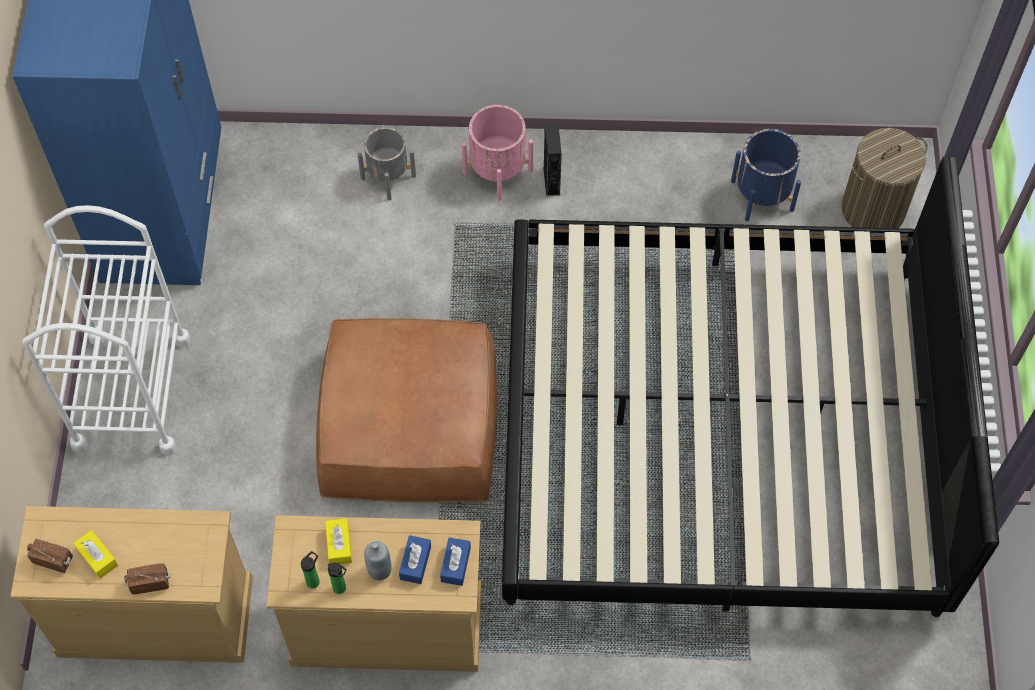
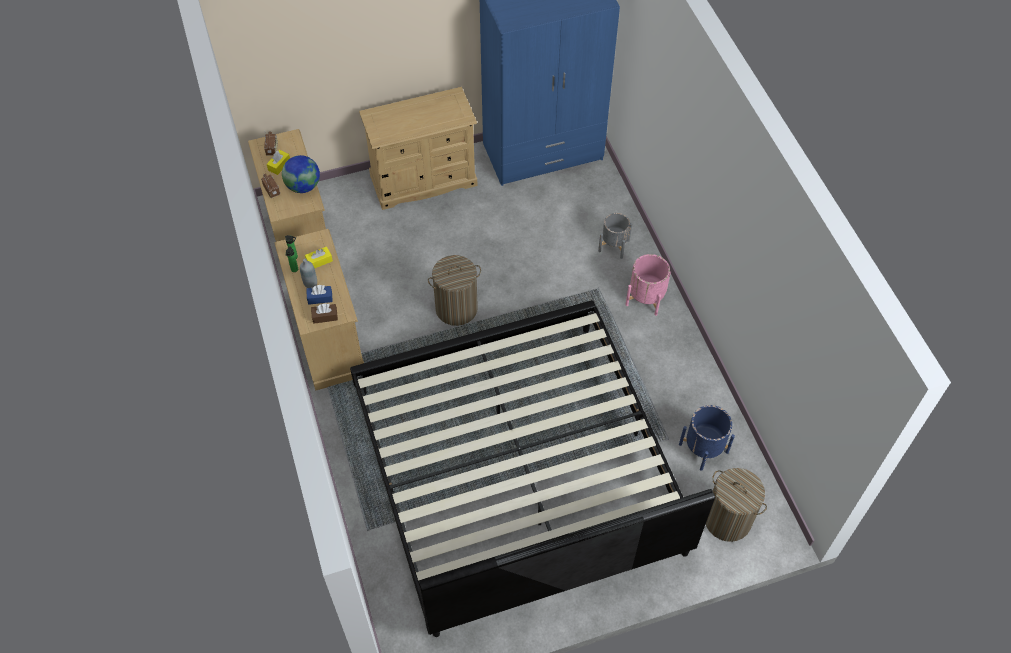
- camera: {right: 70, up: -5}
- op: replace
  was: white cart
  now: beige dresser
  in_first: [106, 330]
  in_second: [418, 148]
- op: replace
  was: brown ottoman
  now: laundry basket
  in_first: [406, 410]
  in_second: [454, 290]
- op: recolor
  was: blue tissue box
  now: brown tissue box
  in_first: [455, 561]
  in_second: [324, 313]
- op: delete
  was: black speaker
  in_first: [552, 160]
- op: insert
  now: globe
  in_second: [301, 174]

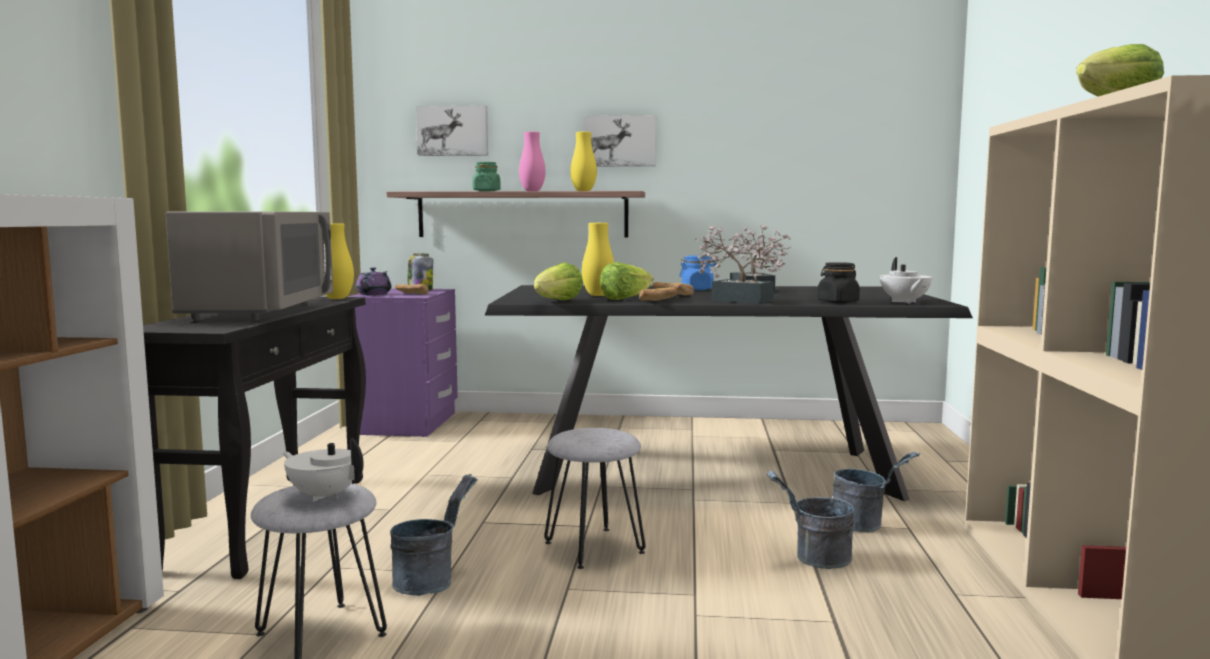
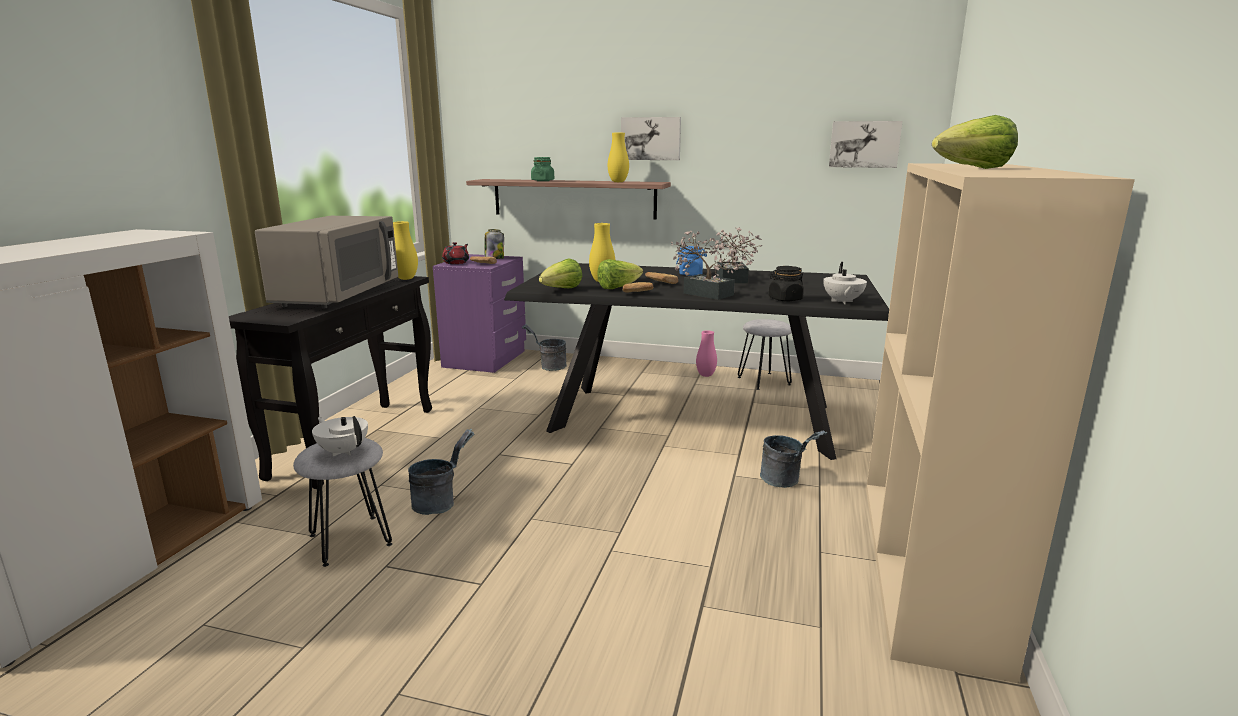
- camera: {right: 10, up: 10}
- op: recolor
  was: purple teapot
  now: red teapot
  in_first: [374, 281]
  in_second: [455, 253]
- op: move
  was: picture
  in_first: [452, 130]
  in_second: [866, 144]
- op: move
  was: pink vase
  in_first: [532, 161]
  in_second: [706, 353]
- op: move
  was: grey stool
  in_first: [594, 498]
  in_second: [765, 354]
- op: move
  was: grey bucket
  in_first: [810, 519]
  in_second: [544, 347]

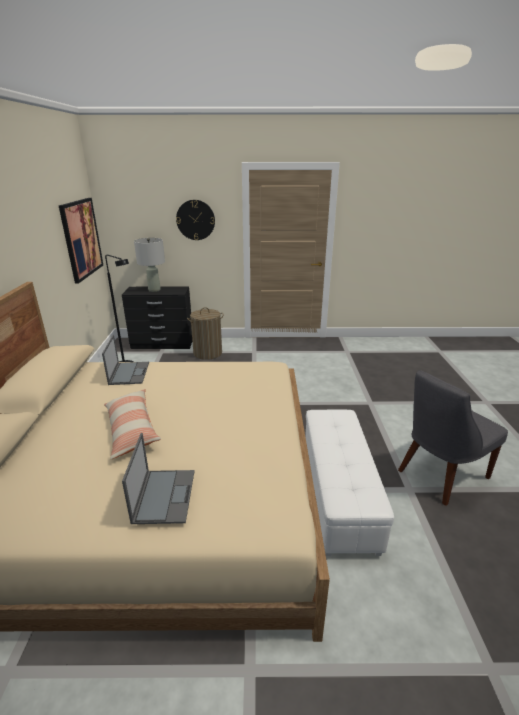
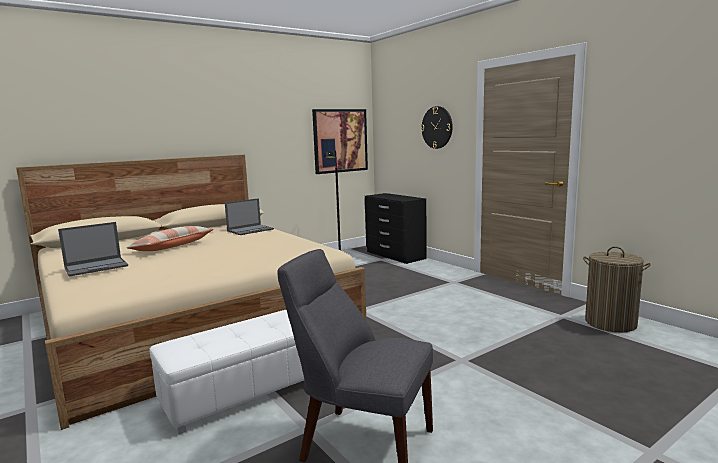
- camera: {right: 55, up: -15}
- op: delete
  was: grey table lamp
  in_first: [149, 265]
- op: move
  was: laundry basket
  in_first: [205, 333]
  in_second: [617, 289]

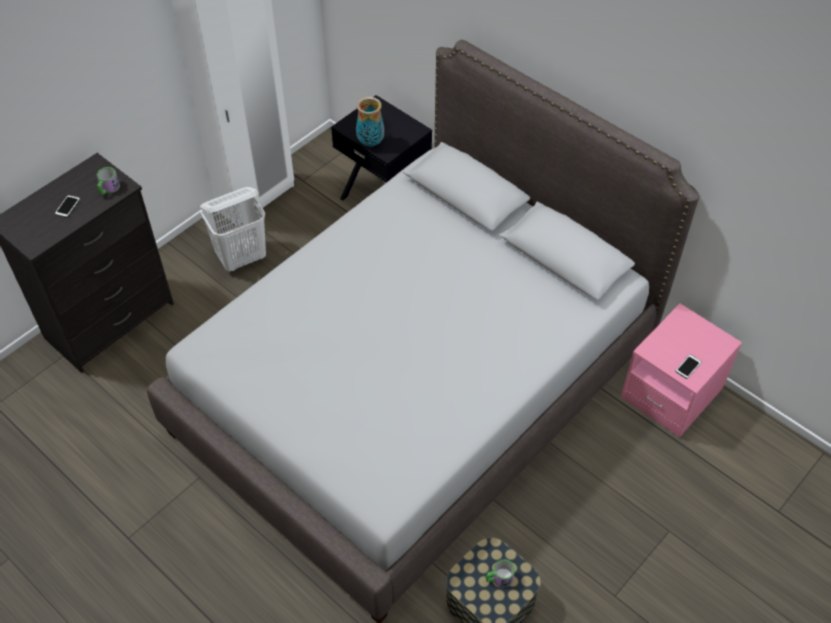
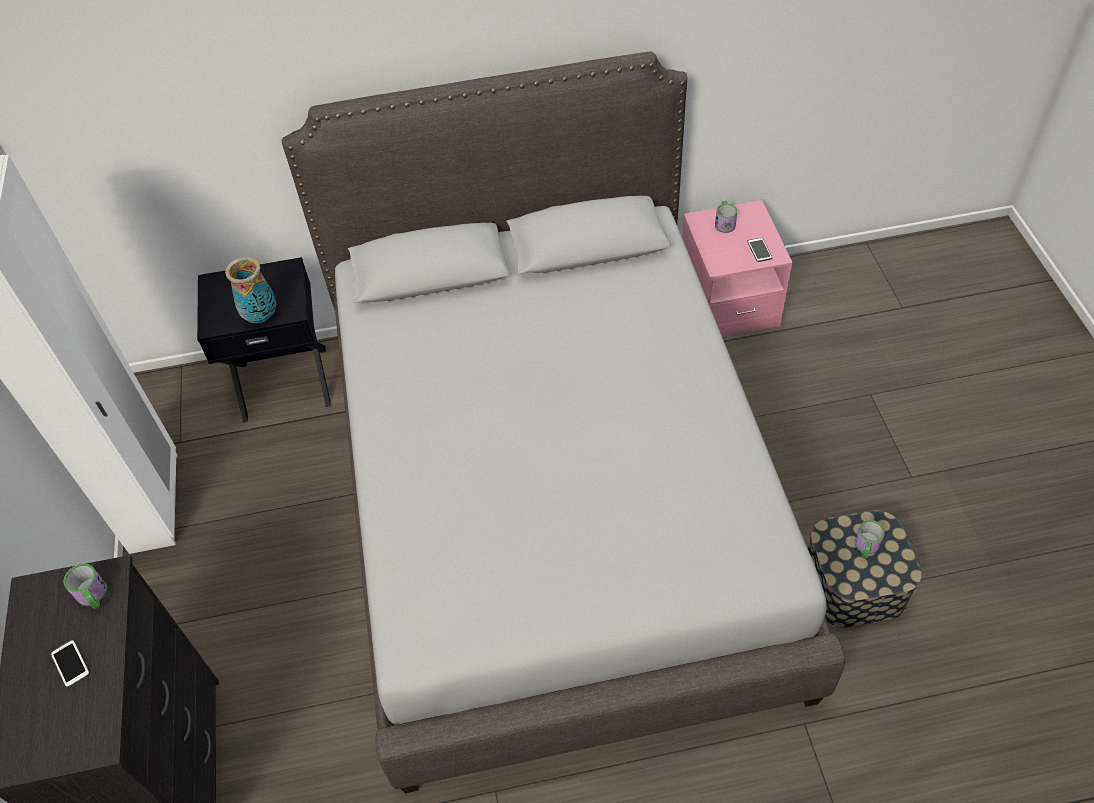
- camera: {right: -50, up: 0}
- op: delete
  was: white laundry basket
  in_first: [233, 229]
- op: insert
  now: mug
  in_second: [726, 216]

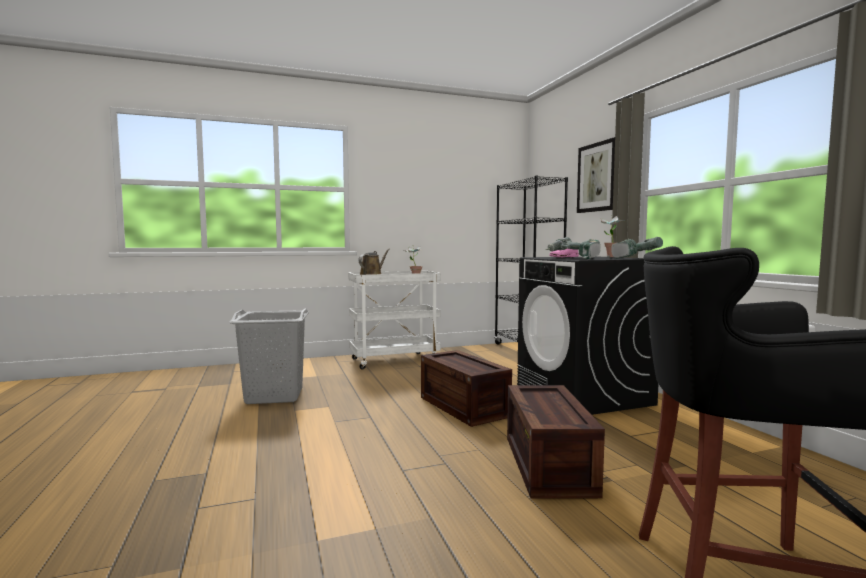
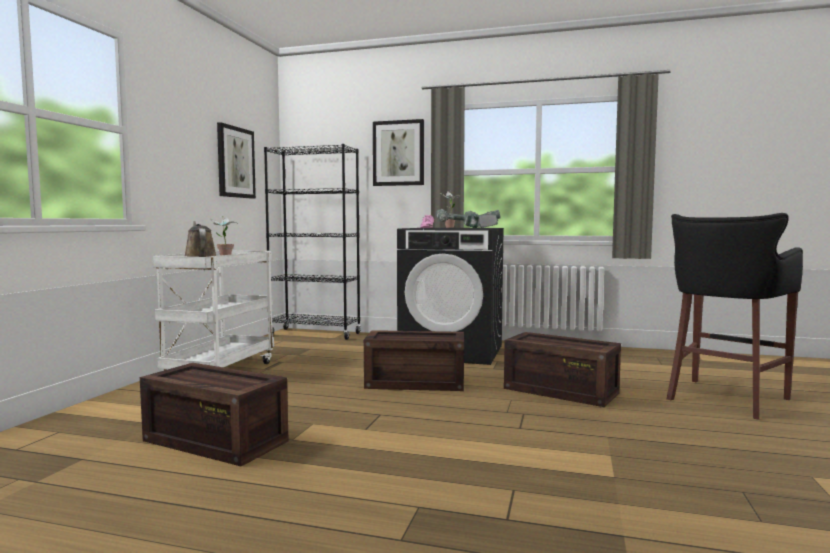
- camera: {right: -55, up: 0}
- op: replace
  was: grey laundry basket
  now: crate
  in_first: [269, 356]
  in_second: [214, 414]
- op: insert
  now: picture
  in_second: [236, 160]

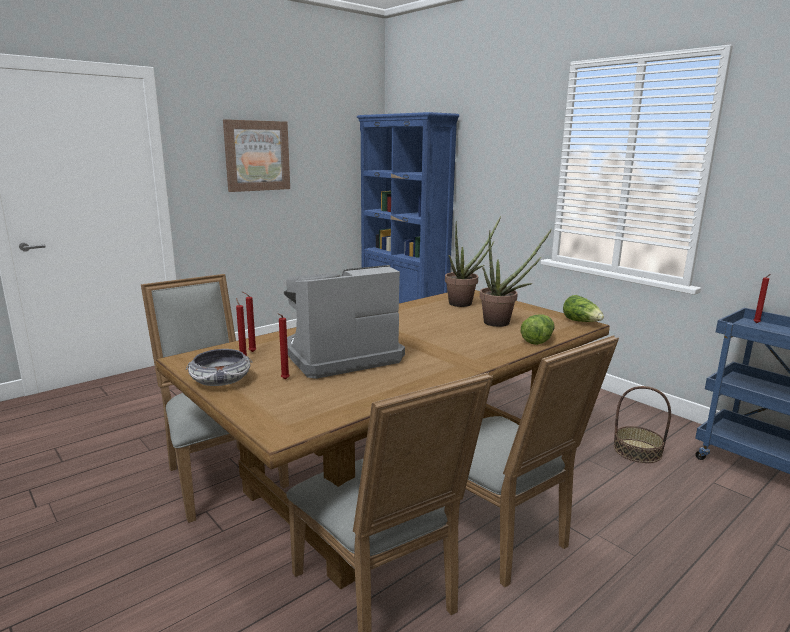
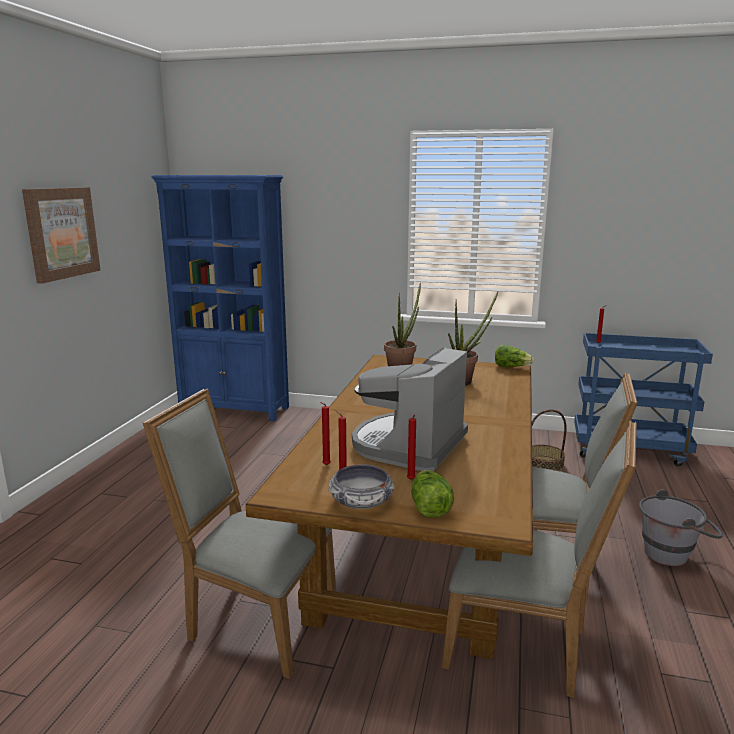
- camera: {right: -35, up: 0}
- op: move
  was: lettuce
  in_first: [538, 330]
  in_second: [432, 494]
- op: insert
  now: grey bucket
  in_second: [681, 527]

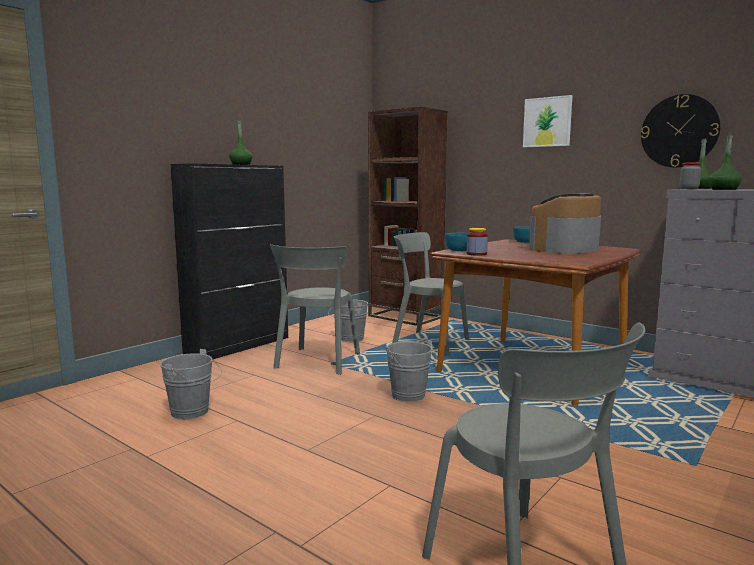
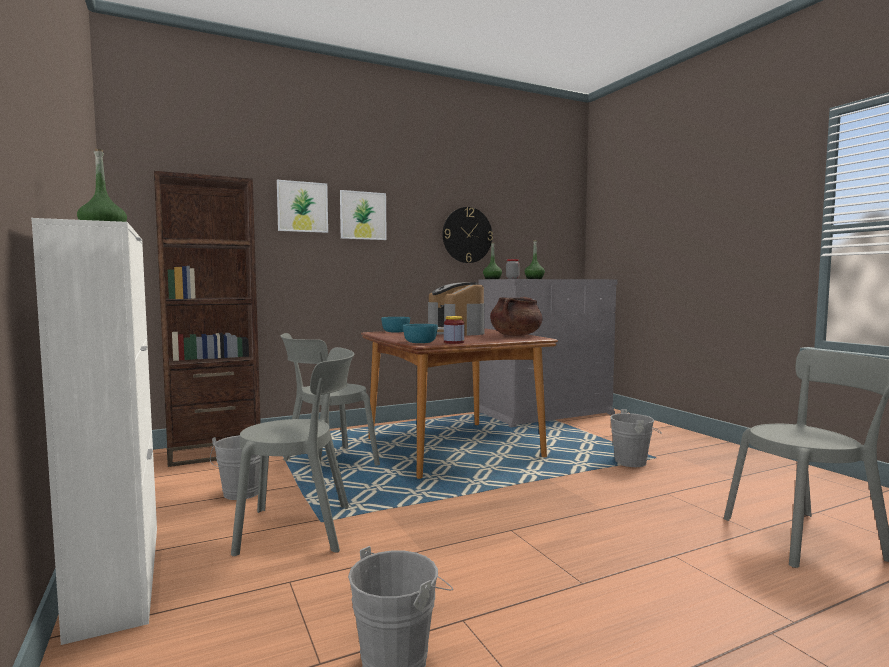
- camera: {right: -65, up: -5}
- op: recolor
  was: black cabinet
  now: white cabinet
  in_first: [229, 261]
  in_second: [94, 431]
- op: rotate
  was: grey chair
  in_first: [315, 309]
  in_second: [292, 451]
  clockwise: -45
- op: move
  was: grey bucket
  in_first: [411, 371]
  in_second: [636, 438]
- op: insert
  now: picture
  in_second: [302, 206]
- op: insert
  now: brown cooking pot
  in_second: [516, 316]

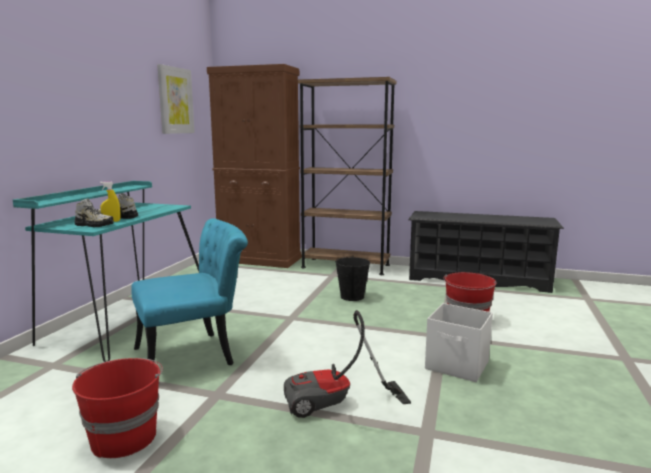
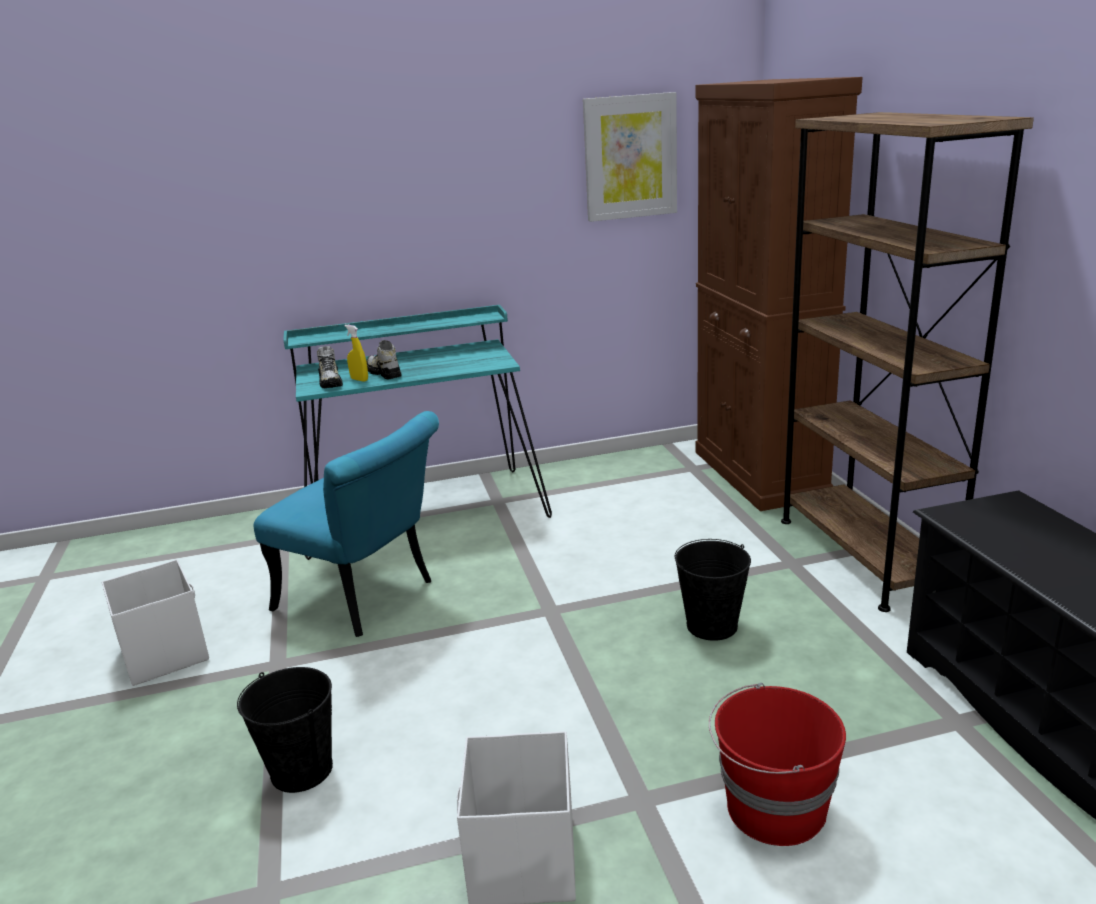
- camera: {right: 60, up: 10}
- op: replace
  was: red bucket
  now: white storage box
  in_first: [117, 408]
  in_second: [155, 622]
- op: replace
  was: vacuum cleaner
  now: black bucket
  in_first: [347, 364]
  in_second: [285, 730]

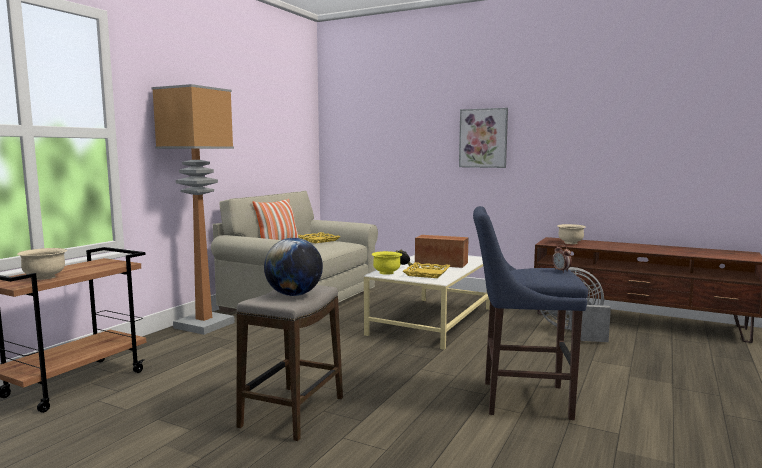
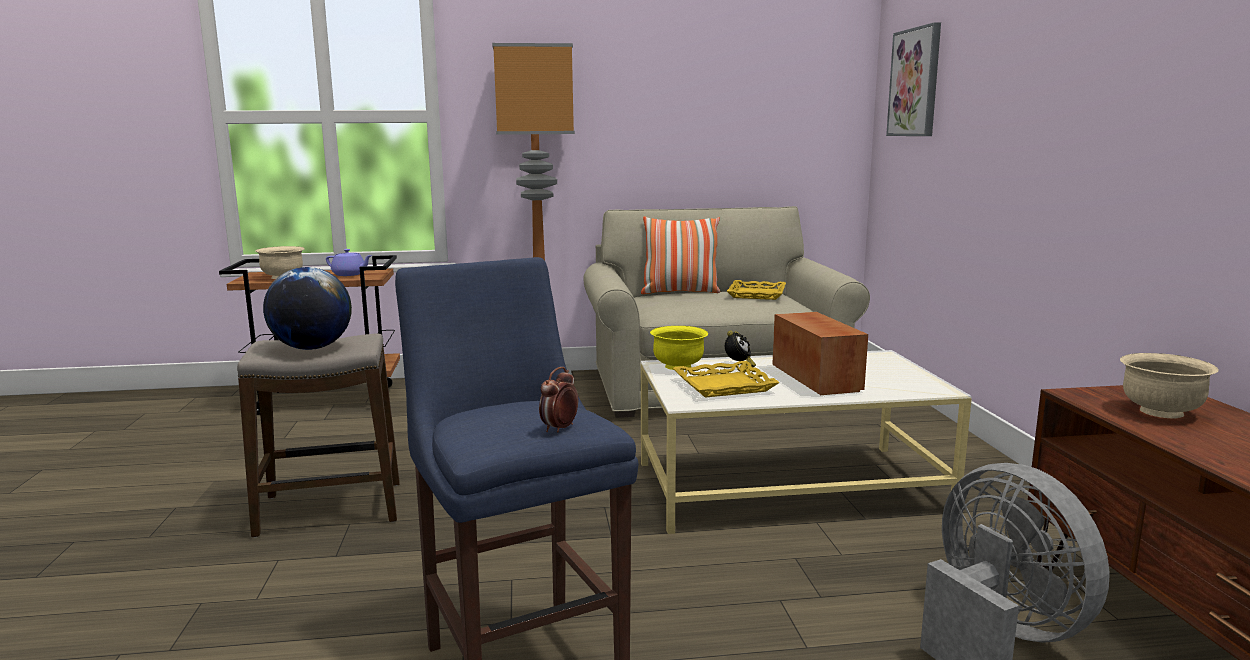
- camera: {right: 55, up: 5}
- op: move
  was: picture
  in_first: [483, 138]
  in_second: [913, 79]
- op: insert
  now: purple teapot
  in_second: [349, 262]

